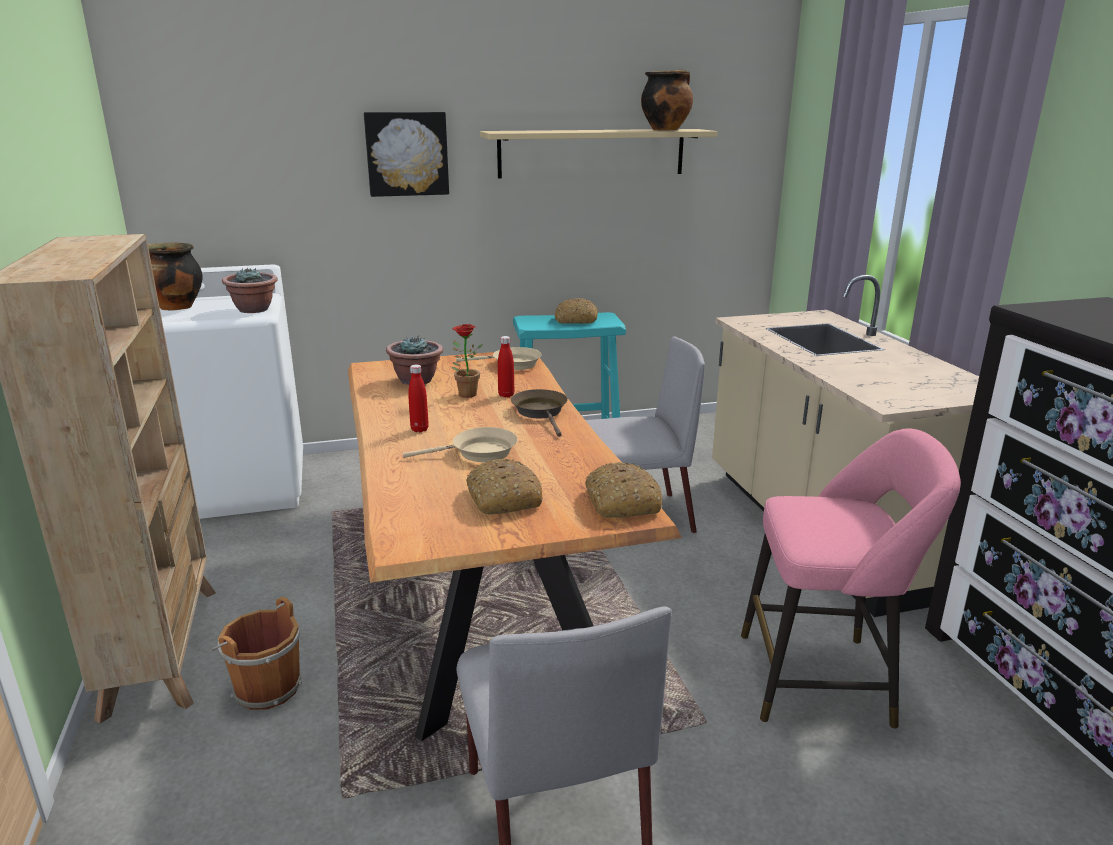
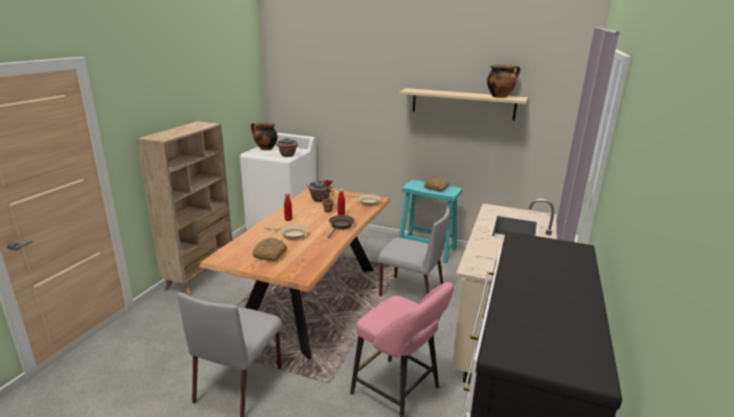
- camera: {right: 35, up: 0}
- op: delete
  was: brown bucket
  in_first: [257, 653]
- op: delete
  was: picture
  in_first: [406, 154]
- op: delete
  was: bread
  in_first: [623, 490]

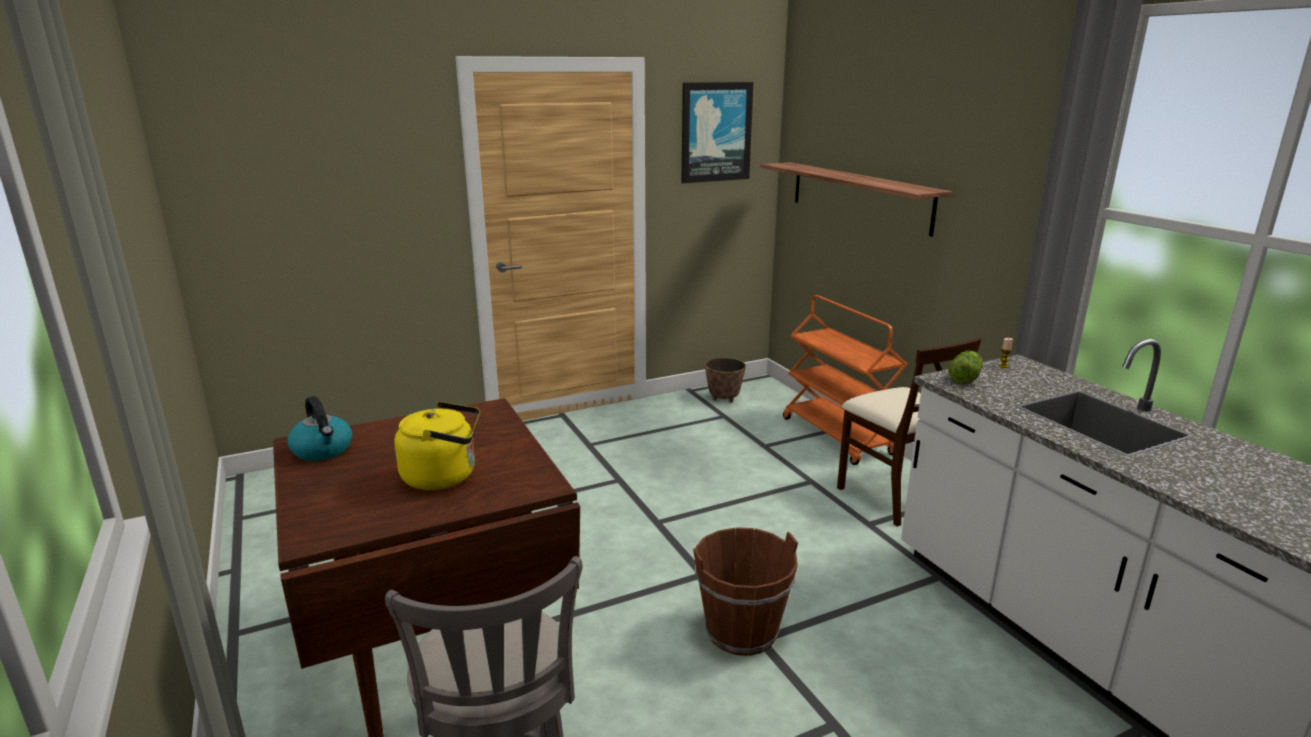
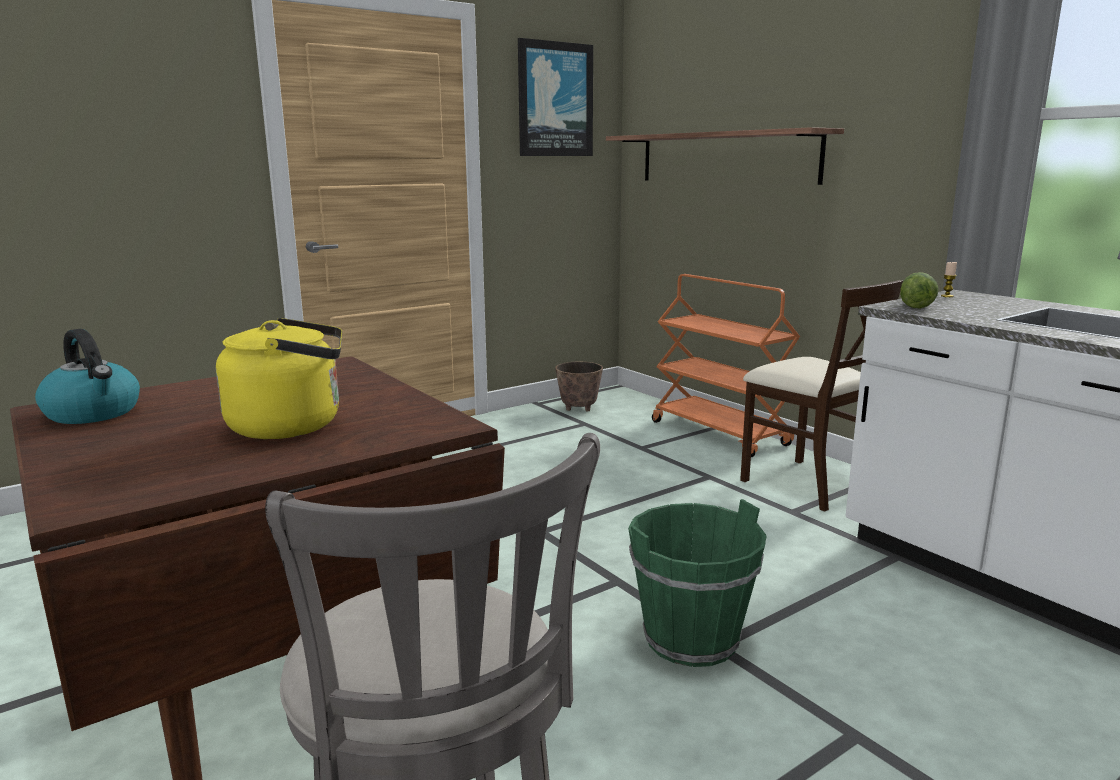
- camera: {right: -10, up: -5}
- op: recolor
  was: brown bucket
  now: green bucket
  in_first: [745, 591]
  in_second: [697, 583]

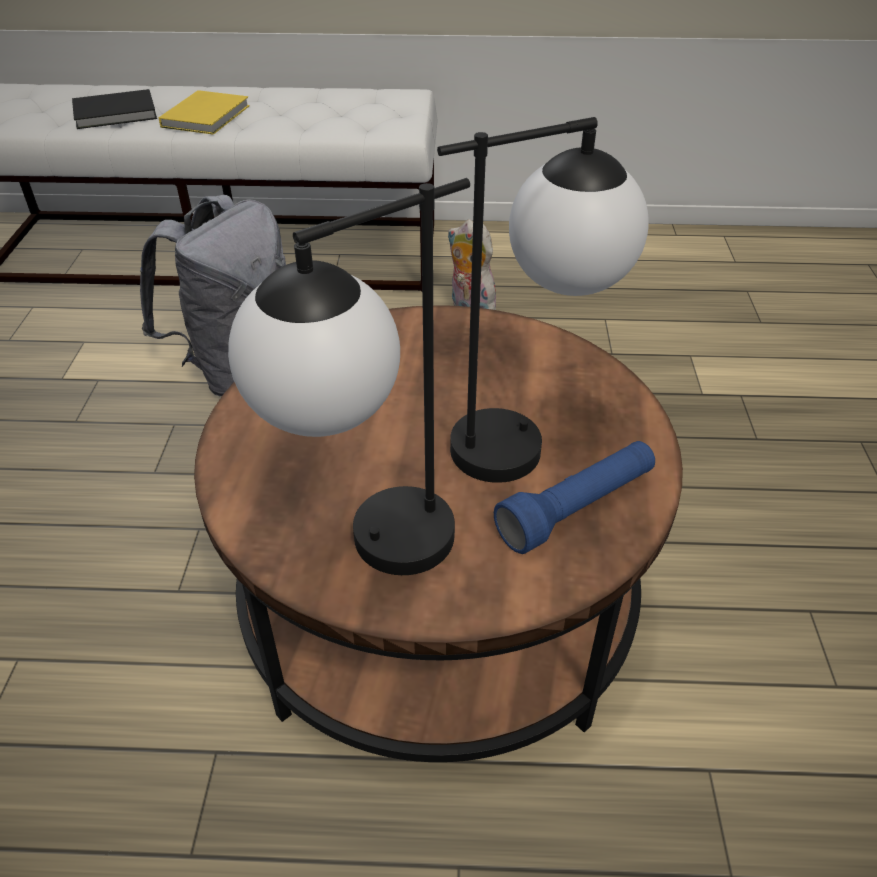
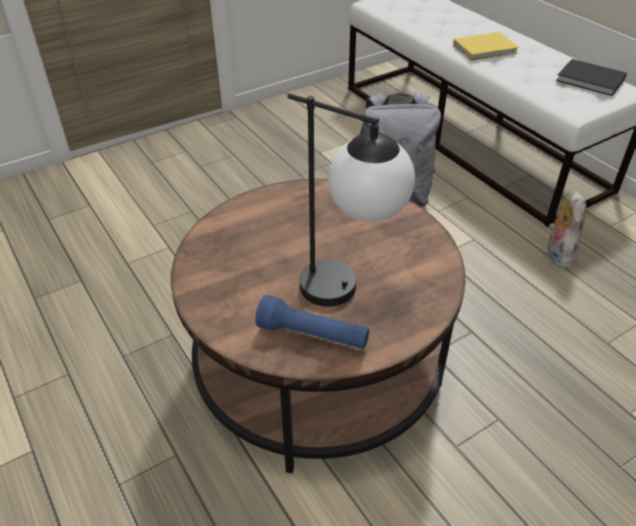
- camera: {right: 55, up: 0}
- op: move
  was: black book
  in_first: [114, 109]
  in_second: [591, 77]
- op: delete
  was: table lamp
  in_first: [349, 376]

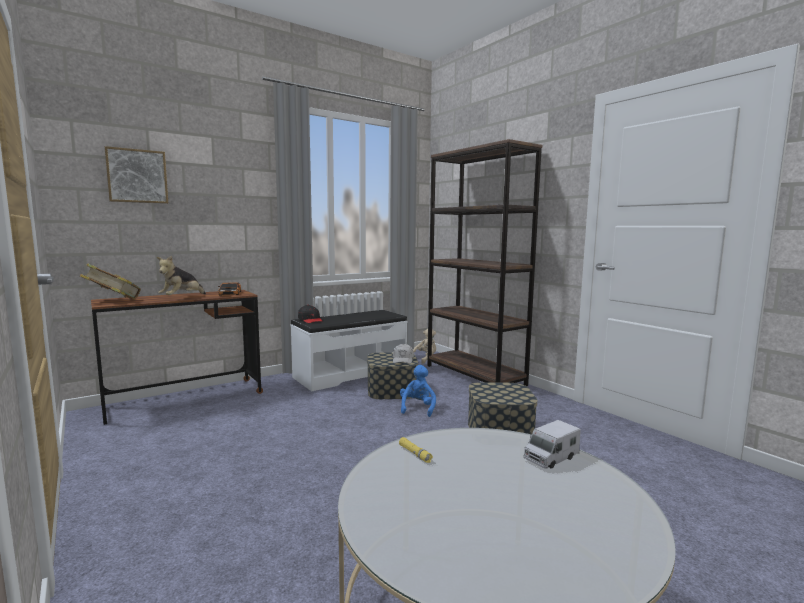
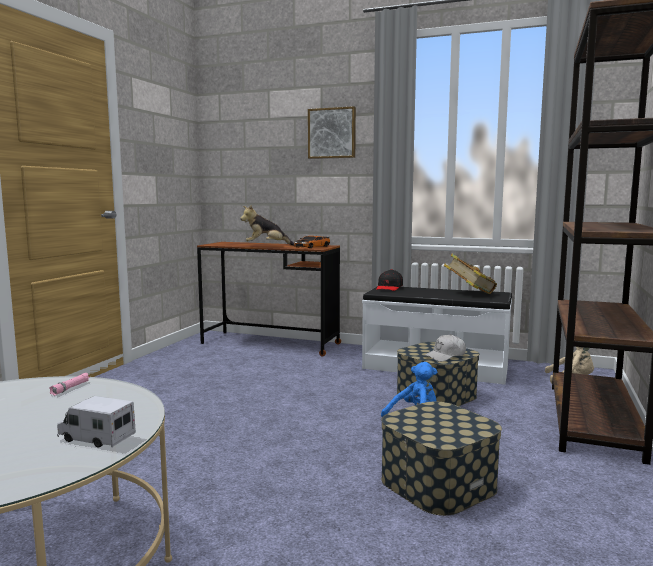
- camera: {right: 55, up: 0}
- op: move
  was: book
  in_first: [110, 281]
  in_second: [470, 274]
- op: move
  was: picture
  in_first: [136, 175]
  in_second: [332, 132]
- op: recolor
  was: yellow flashlight
  now: pink flashlight
  in_first: [416, 450]
  in_second: [69, 384]

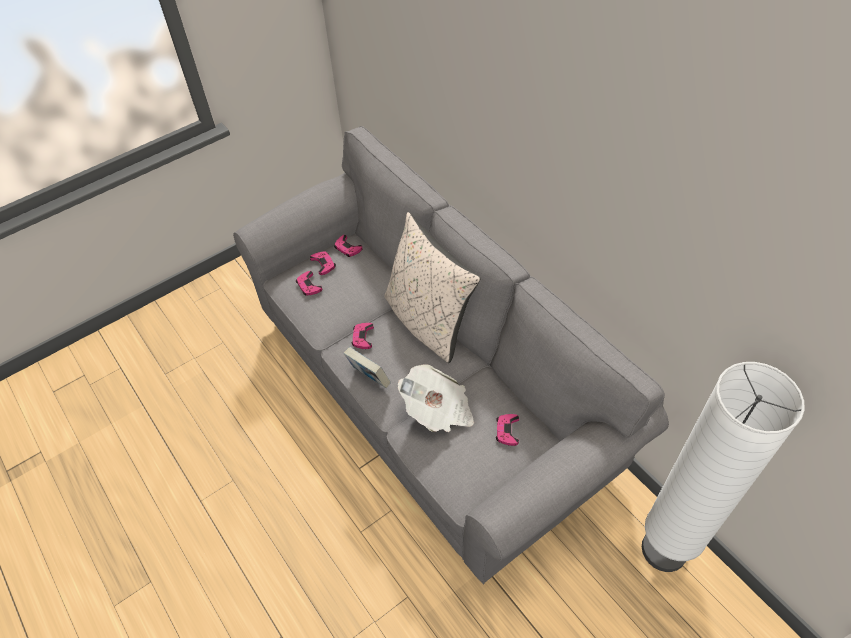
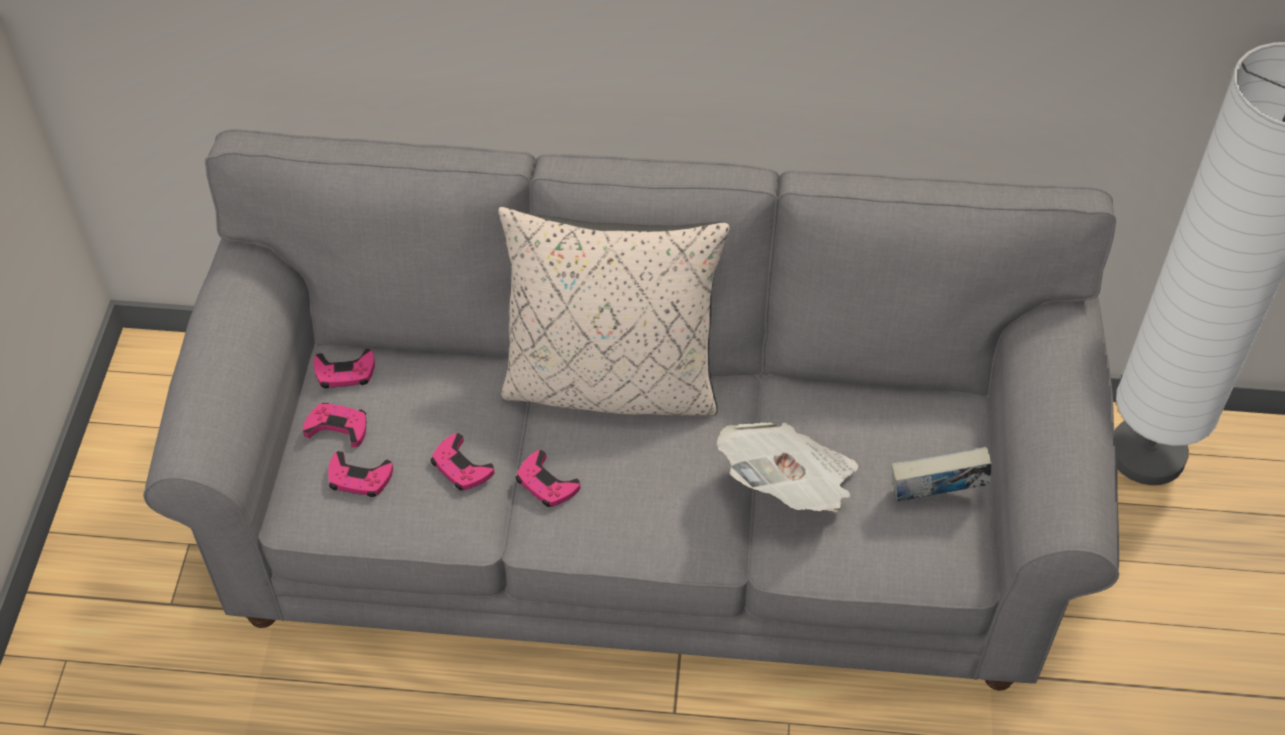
- camera: {right: -50, up: 0}
- op: move
  was: book
  in_first: [367, 367]
  in_second: [941, 474]
- op: move
  was: pink game controller
  in_first: [507, 430]
  in_second: [463, 461]

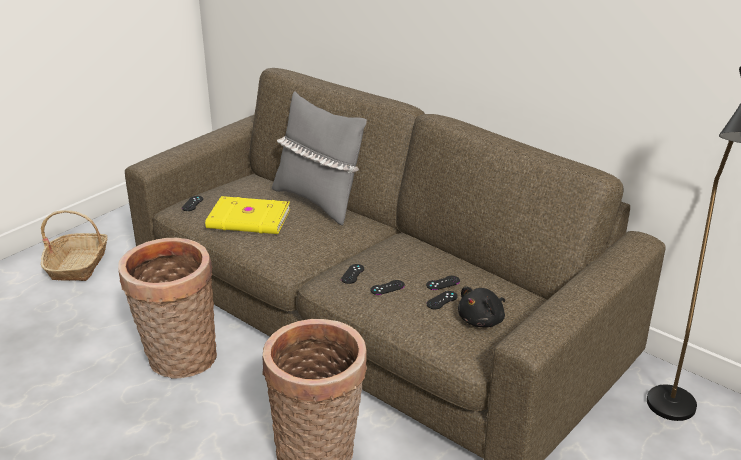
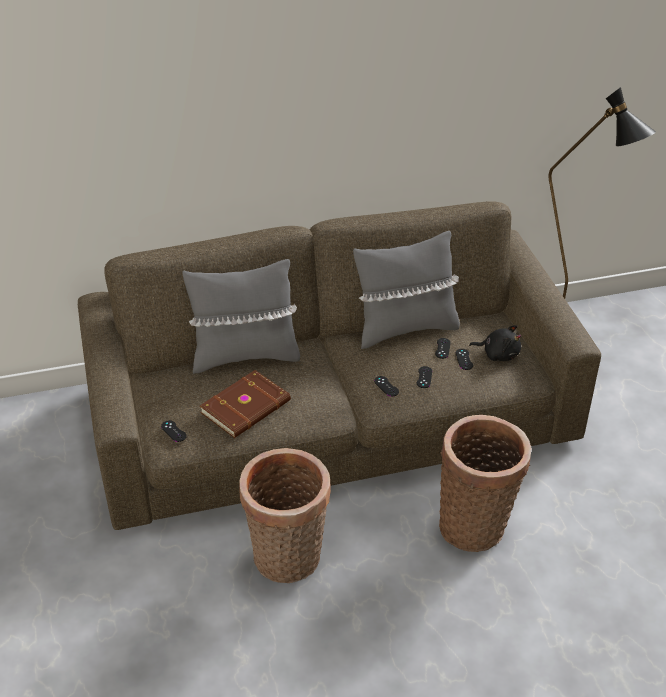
- camera: {right: -55, up: 10}
- op: delete
  was: basket
  in_first: [74, 245]
- op: recolor
  was: yellow book
  now: brown book
  in_first: [247, 215]
  in_second: [245, 404]
- op: rotate
  was: black plush toy
  in_first: [481, 306]
  in_second: [495, 343]
  clockwise: -60
- op: insert
  now: grey pillow
  in_second: [406, 290]

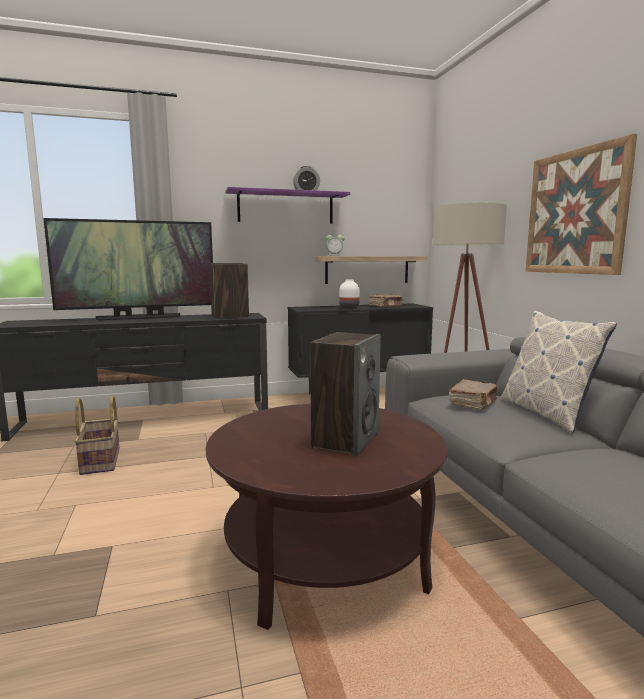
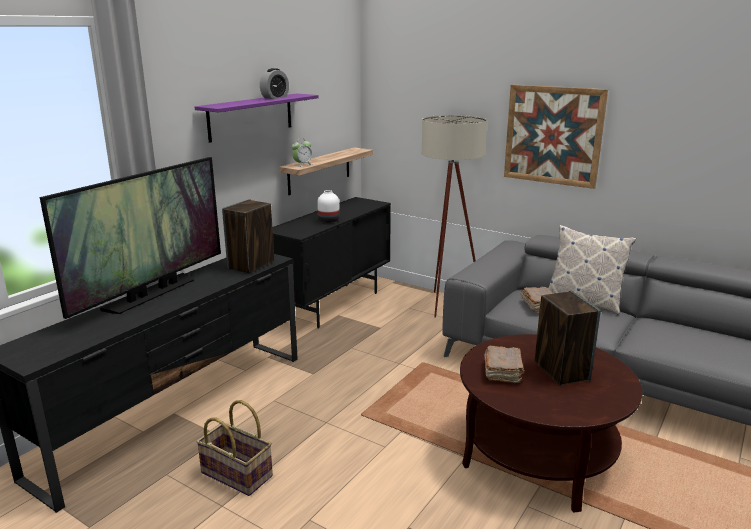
- camera: {right: -40, up: 10}
- op: move
  was: brown book
  in_first: [385, 300]
  in_second: [504, 364]

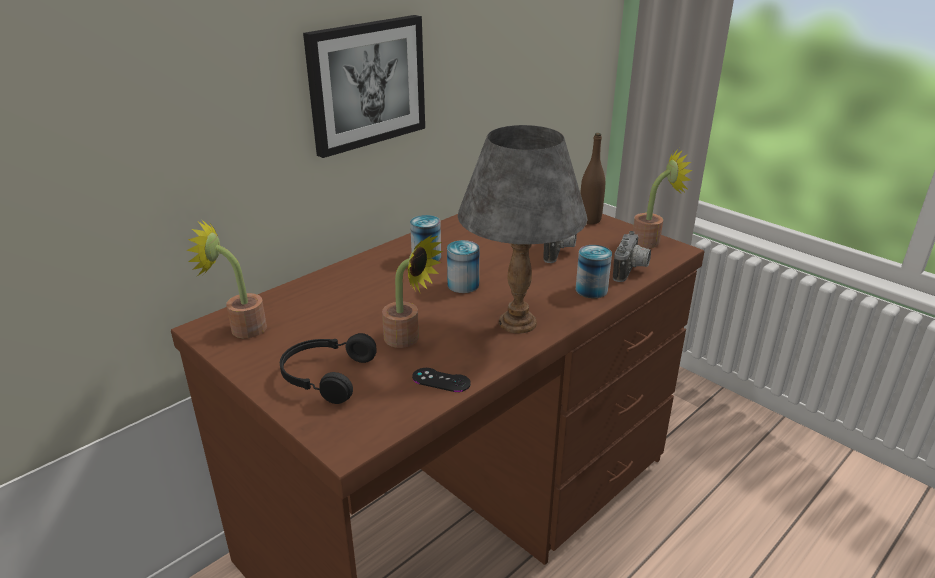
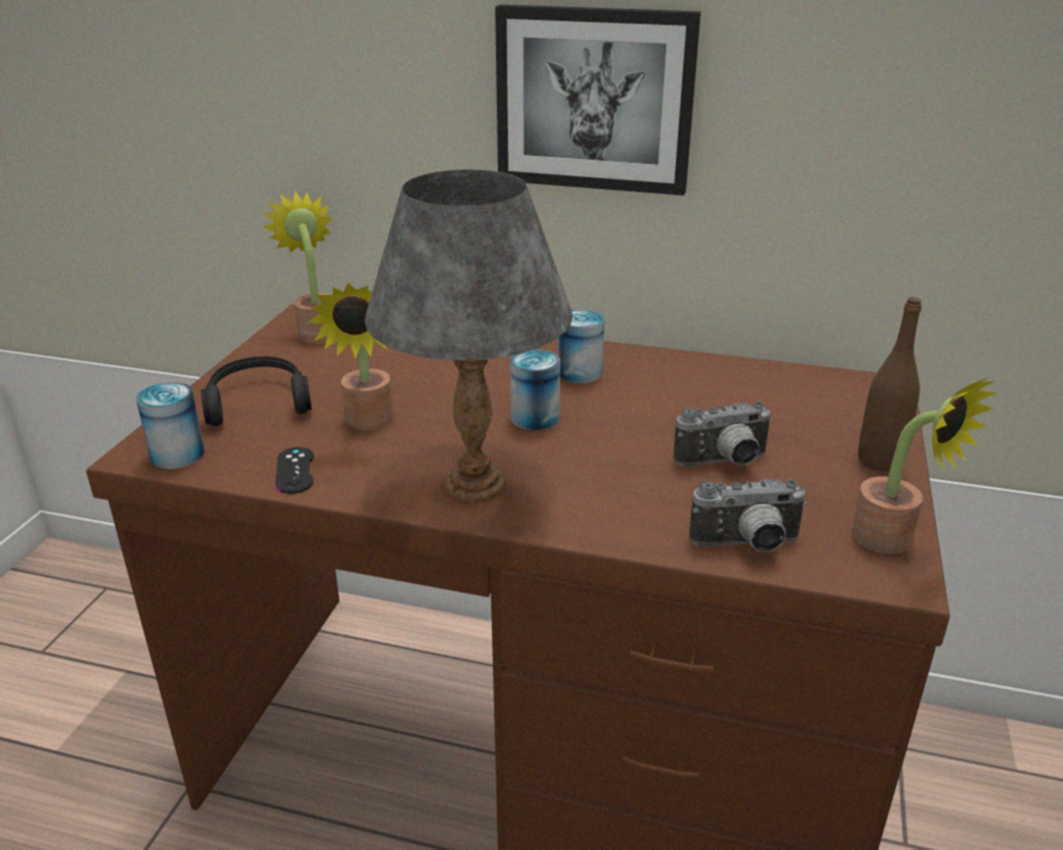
- camera: {right: 60, up: 0}
- op: move
  was: can
  in_first: [593, 271]
  in_second: [170, 425]

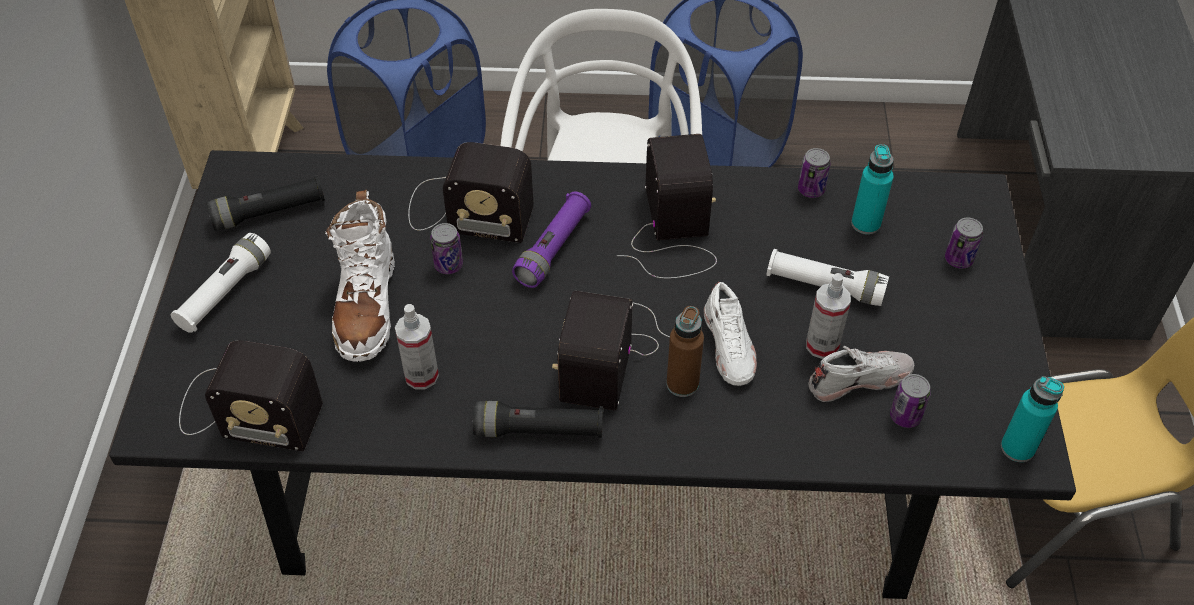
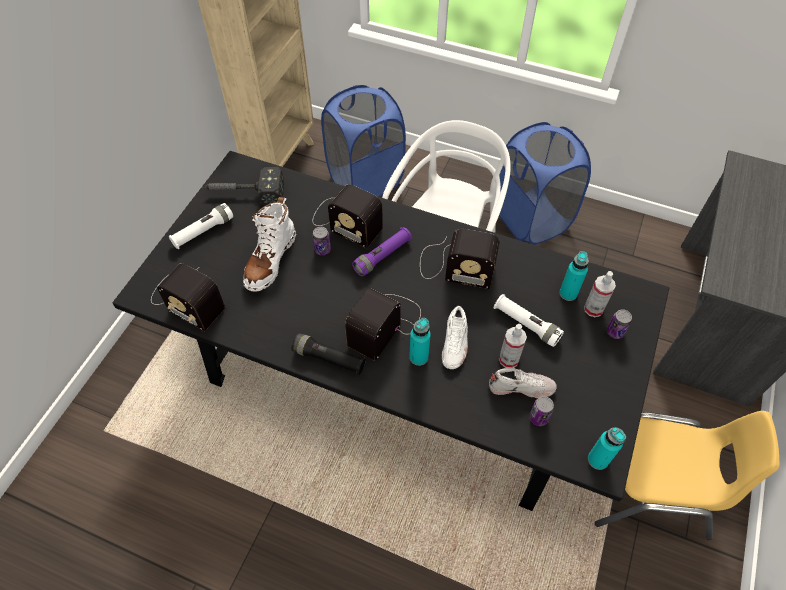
- camera: {right: 20, up: 5}
- op: replace
  was: black flashlight
  now: hammer
  in_first: [265, 203]
  in_second: [243, 186]
- op: move
  was: spray bottle
  in_first: [417, 346]
  in_second: [600, 294]
- op: rotate
  was: radio
  in_first: [667, 206]
  in_second: [459, 259]
  clockwise: 90
- op: recolor
  was: brown bottle
  now: turquoise bottle
  in_first: [685, 351]
  in_second: [420, 342]
- op: delete
  was: can
  in_first: [814, 173]

